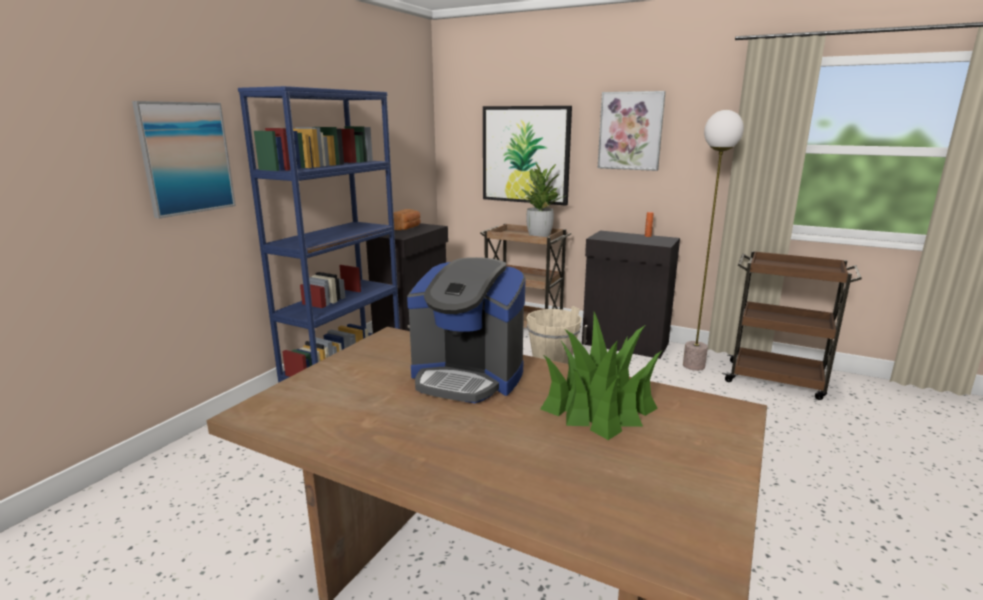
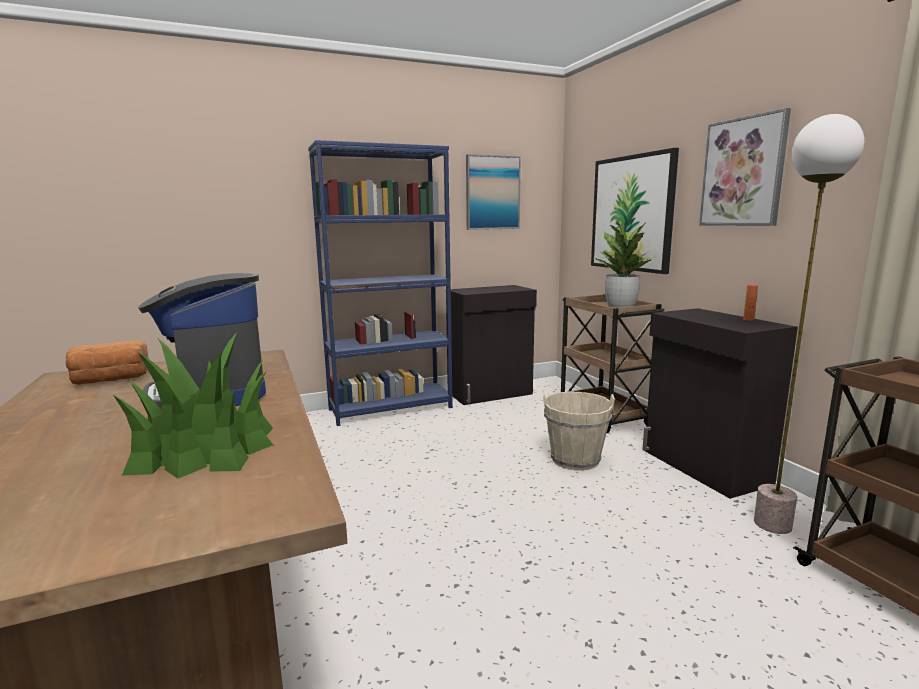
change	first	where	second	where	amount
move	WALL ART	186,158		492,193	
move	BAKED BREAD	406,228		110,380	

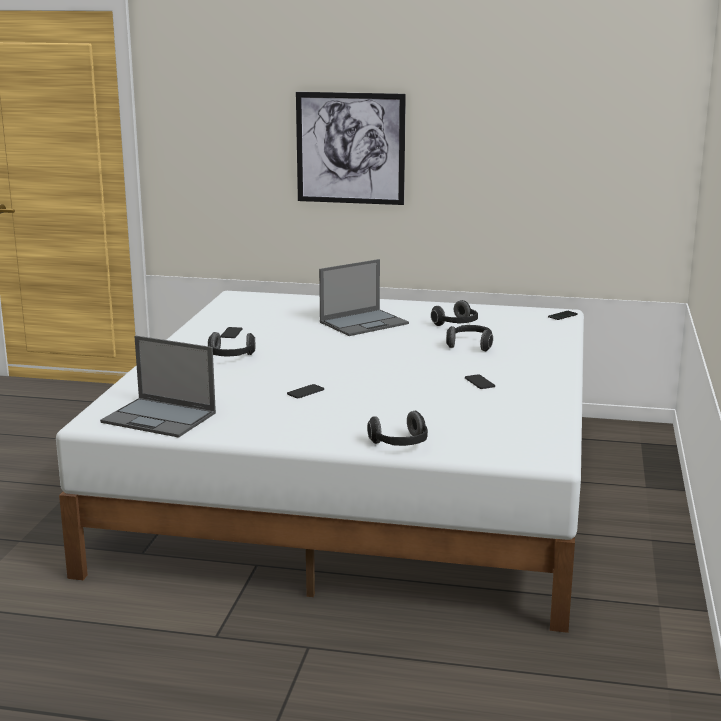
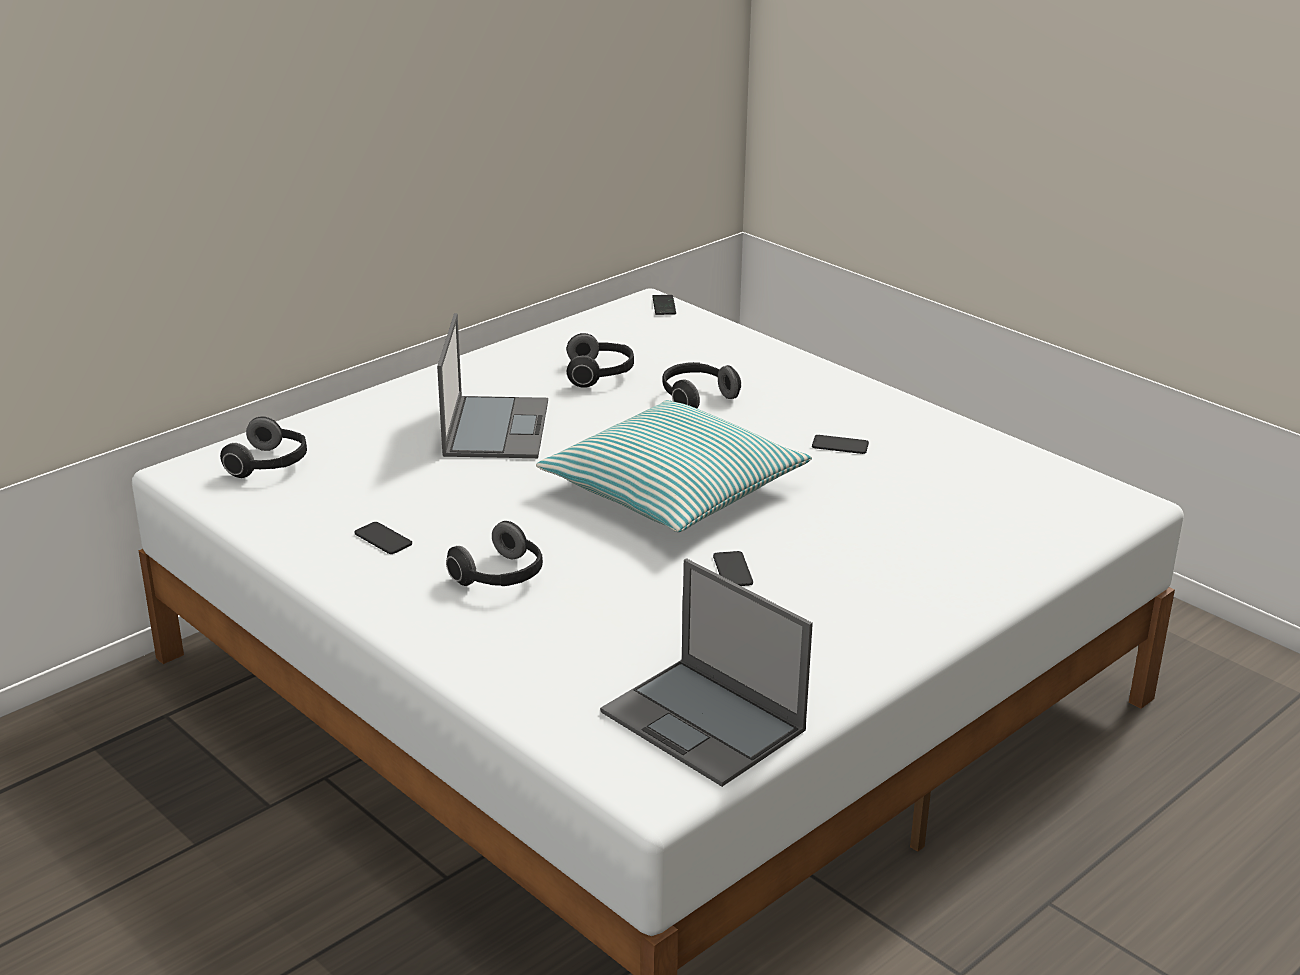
change	first	where	second	where	amount
delete	WALL ART	350,148			
insert			PILLOW	673,489	
move	HEADPHONES	400,444		270,465	
rotate	LAPTOP	160,418		705,722	75 degrees clockwise

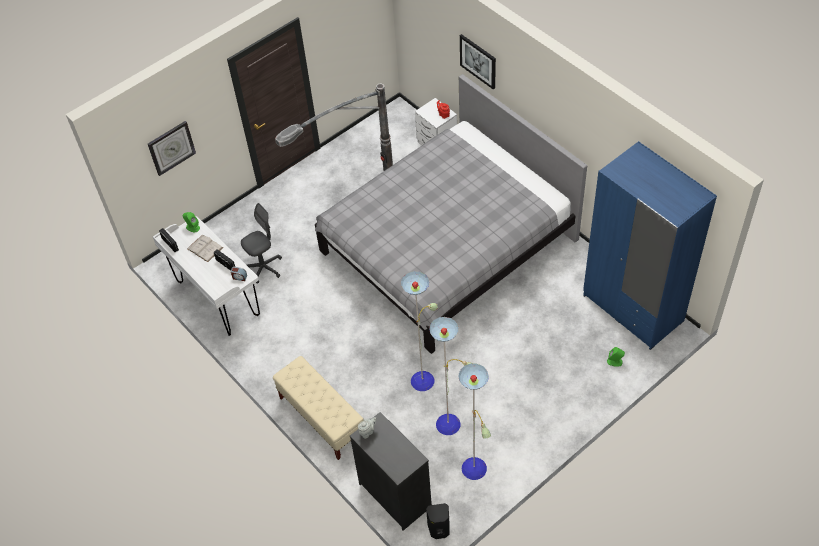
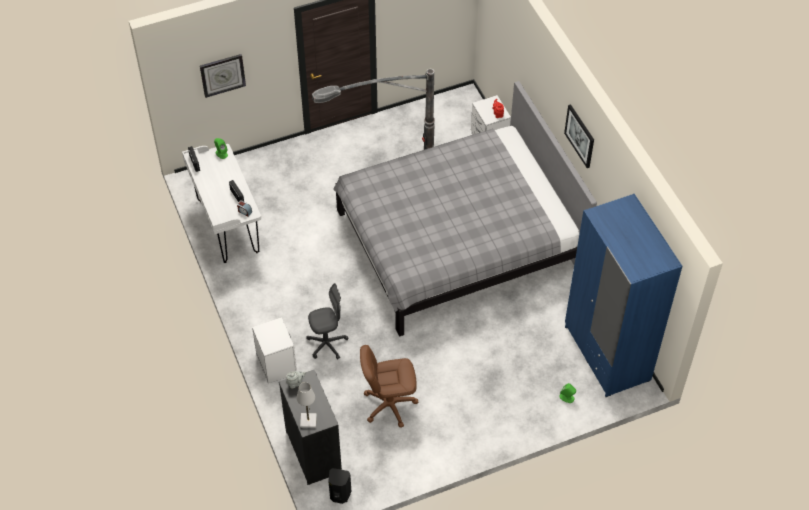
change	first	where	second	where	amount
delete	WHITISH BOUND BOOK	205,248			
insert			WHITISH TABLETOP LAMP	308,421	
move	GREY COMPUTER CHAIR	264,268		327,344	
move	WALL ART	478,61		580,136	
replace	BEIGE-COLOURED LONG SEAT	321,418	WHITISH NIGHTSTAND	276,363	
replace	STANDARD LAMP	450,423	BROWNISH COMPUTER CHAIR	389,405	

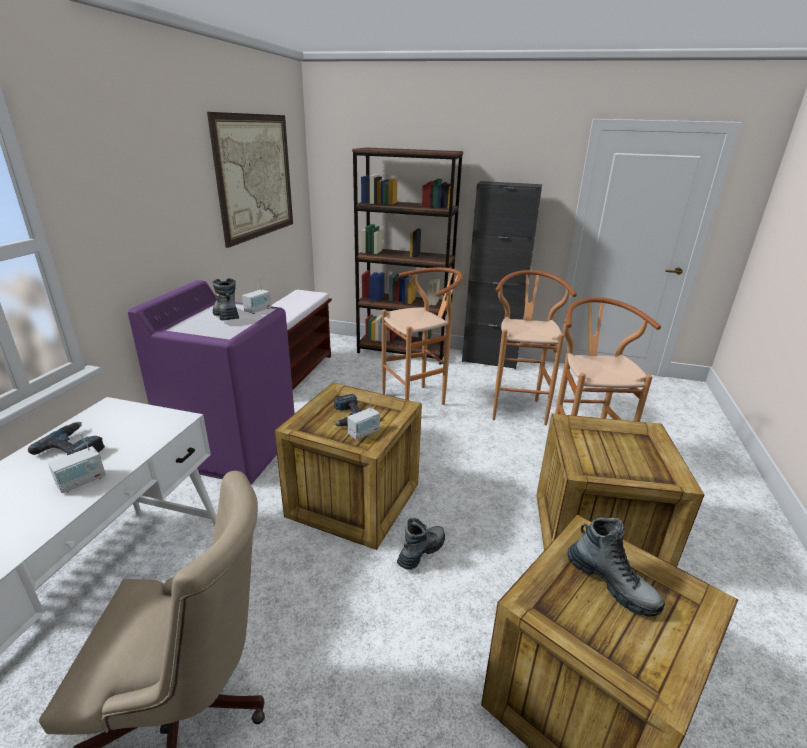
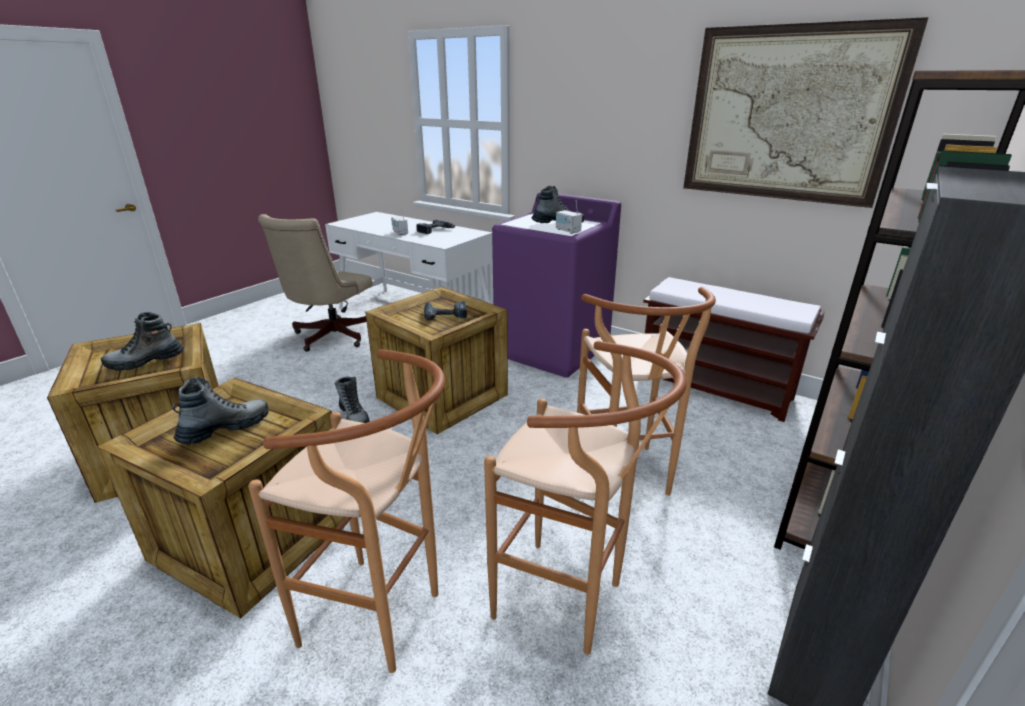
change	first	where	second	where	amount
delete	RADIO	364,433			
insert			TALL BOOT	225,429	

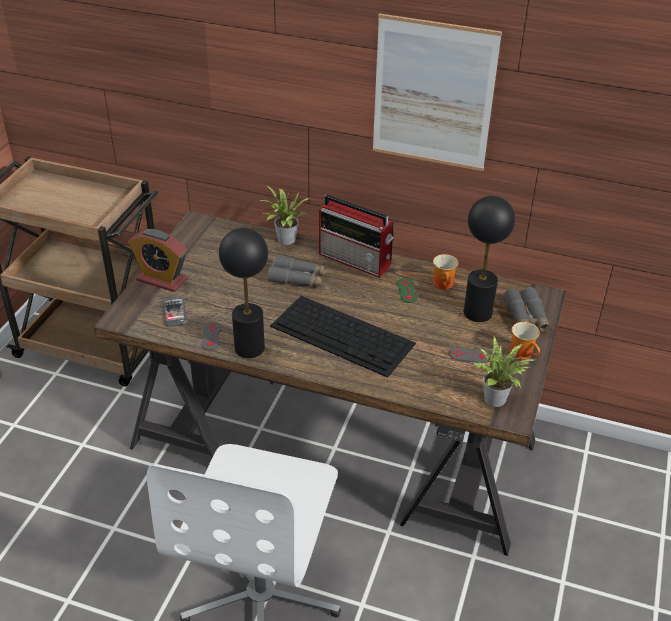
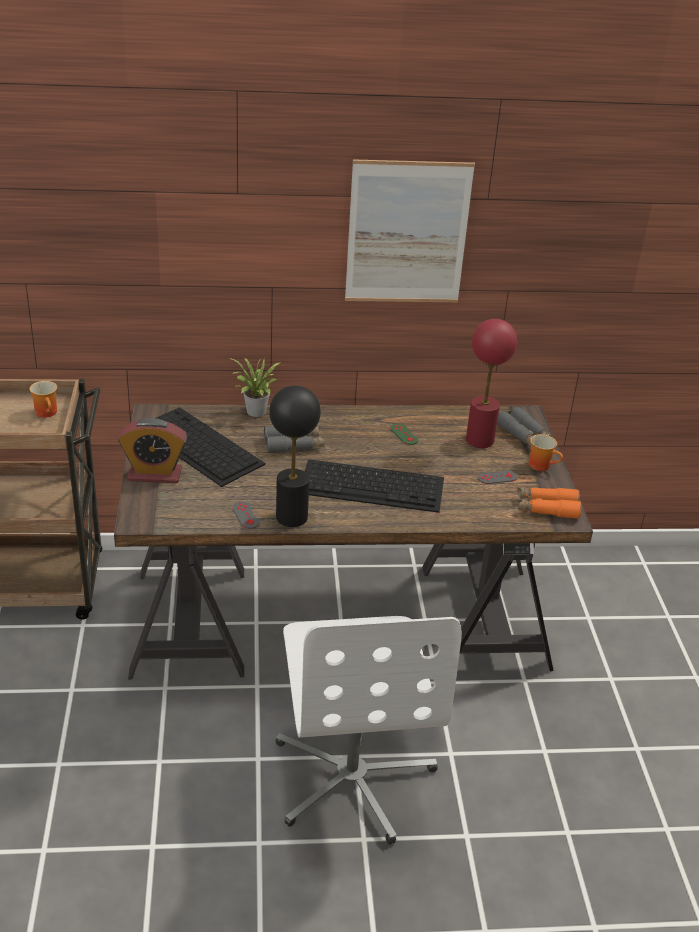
change	first	where	second	where	amount
delete	HANDSET	174,313			
delete	RADIO	356,260			
insert			COMPUTER KEYBOARD	198,445	
move	MUG	445,284		48,413	
replace	POTTED PLANT	498,400	ORANGEY BINOCULARS	546,508	
recolor	BLACKISH TABLETOP LAMP	477,312	RED TABLETOP LAMP	479,440	

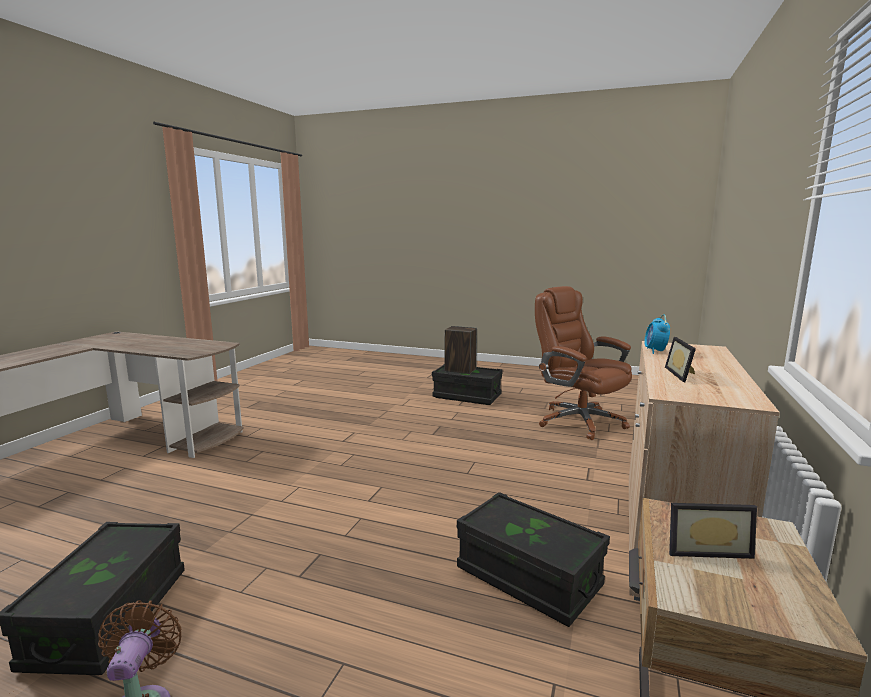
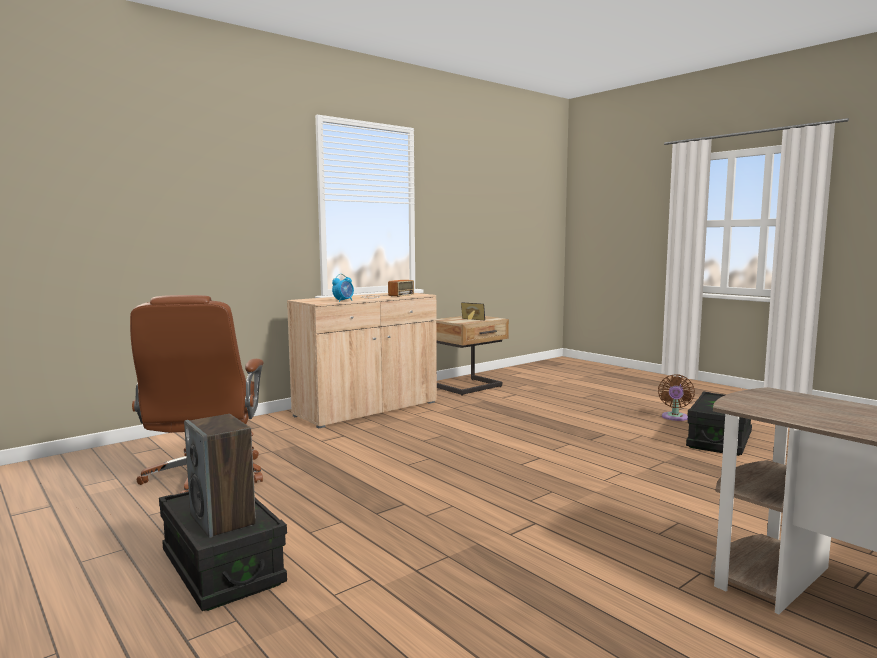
change	first	where	second	where	amount
delete	BLACKISH STORAGE CONTAINER	528,578			
replace	PICTURE FRAME	683,375	RADIO	385,296	

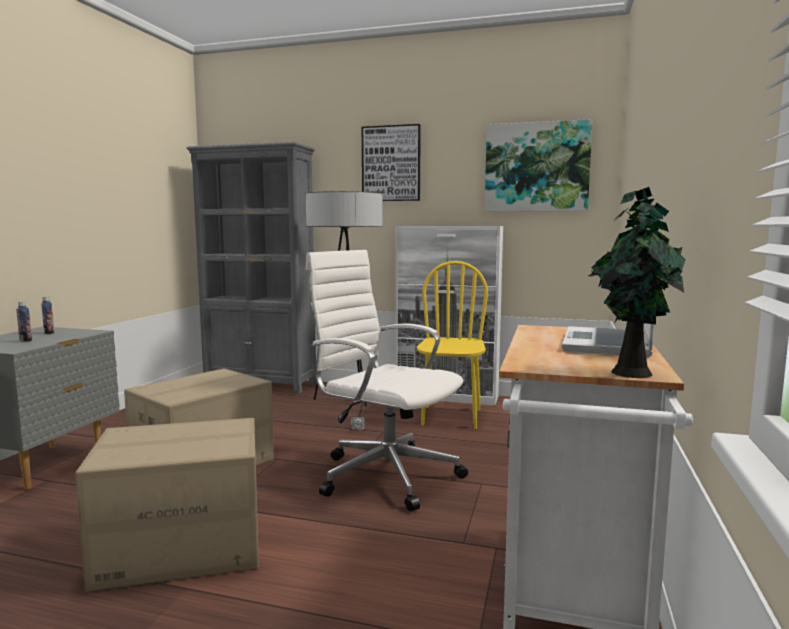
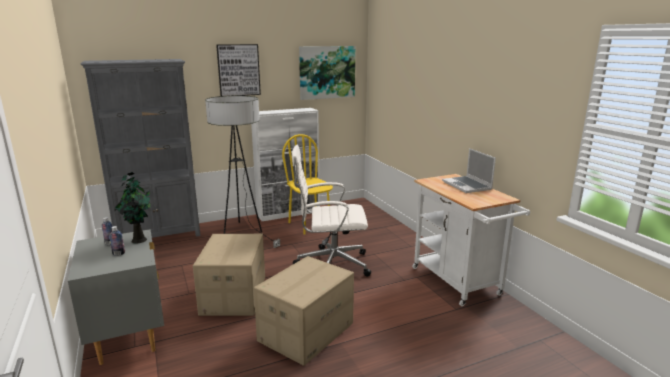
change	first	where	second	where	amount
move	POTTED PLANT	629,372		138,239	

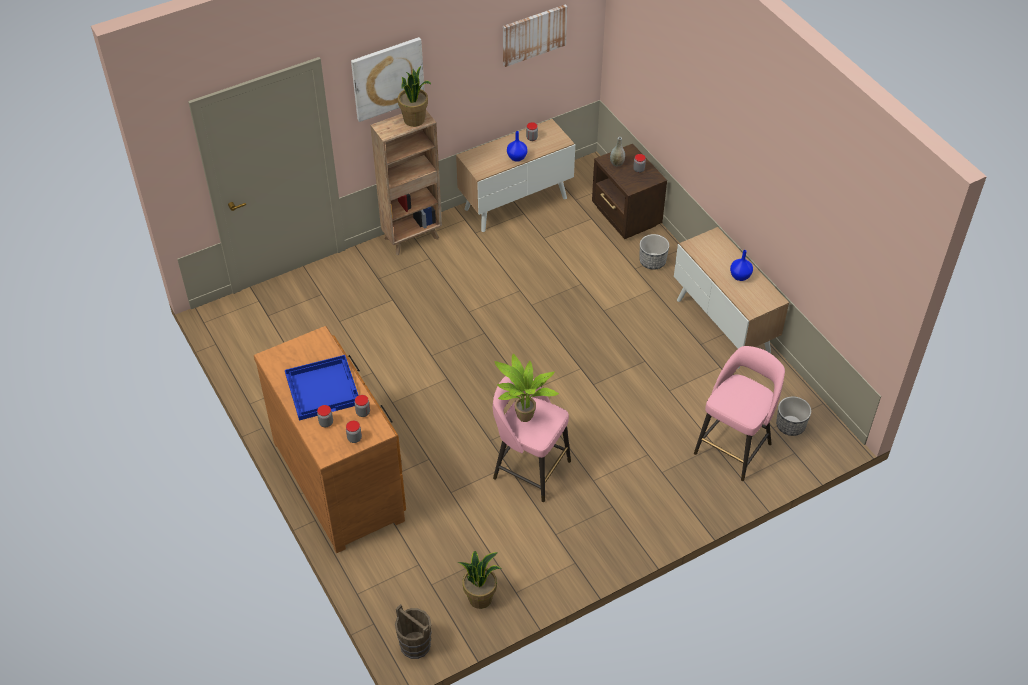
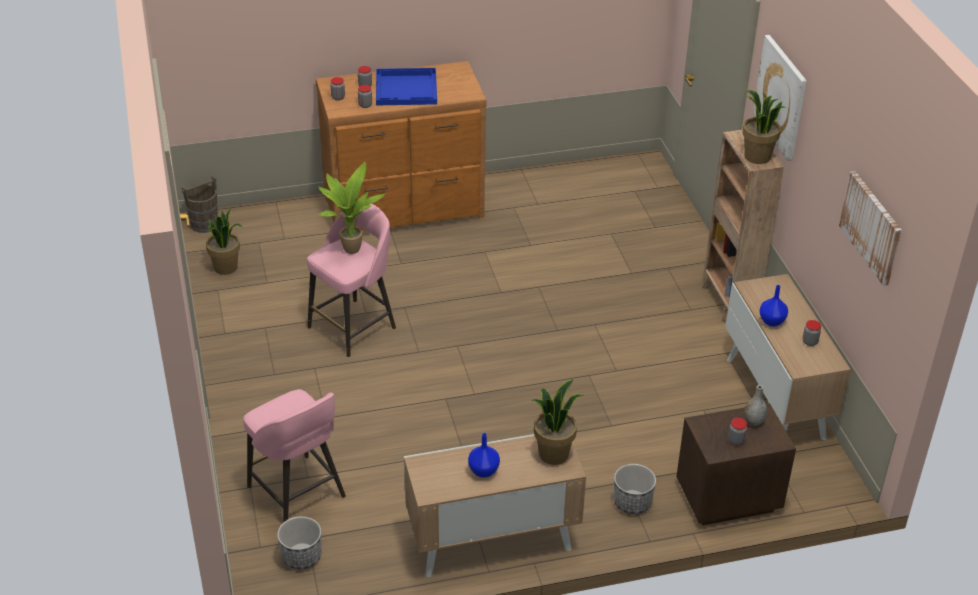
change	first	where	second	where	amount
insert			POTTED PLANT	553,453	

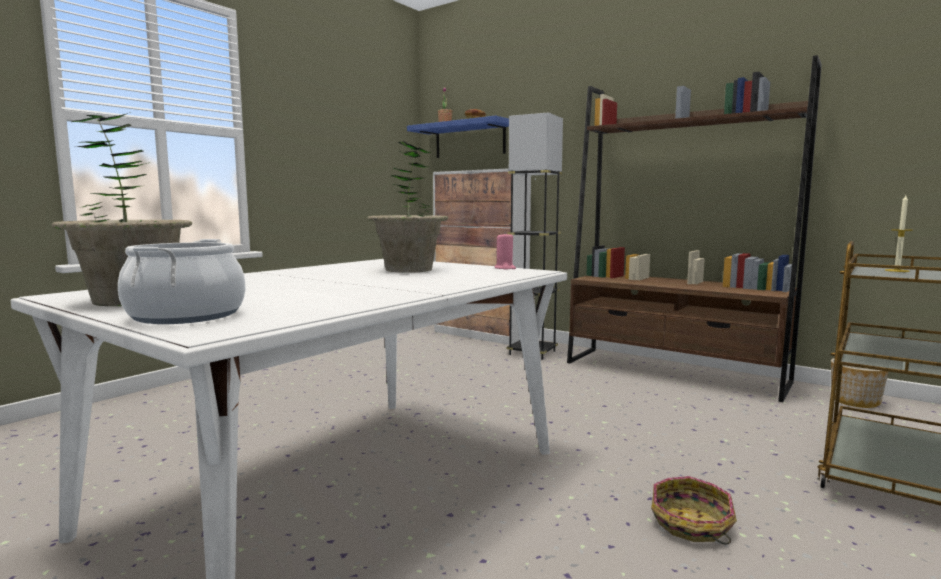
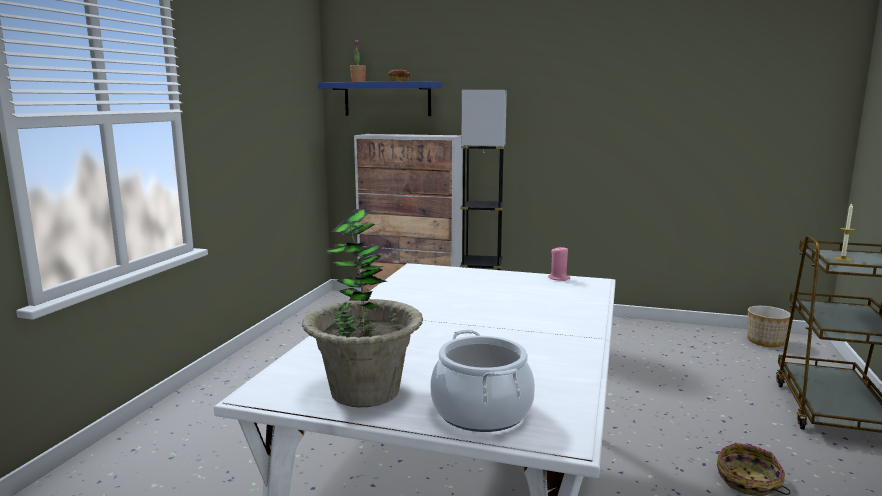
change	first	where	second	where	amount
delete	POTTED PLANT	409,270			
delete	BROWNISH BOOKSHELF	674,372			

